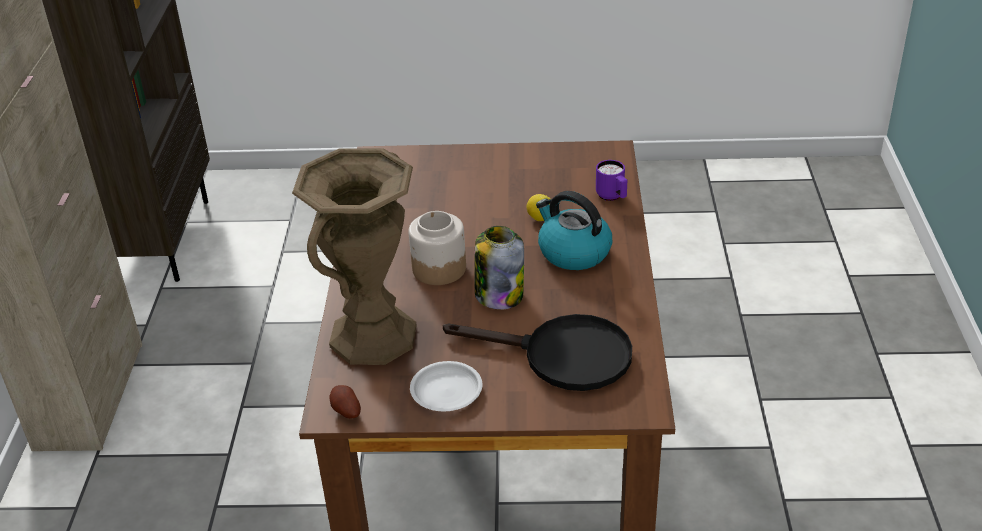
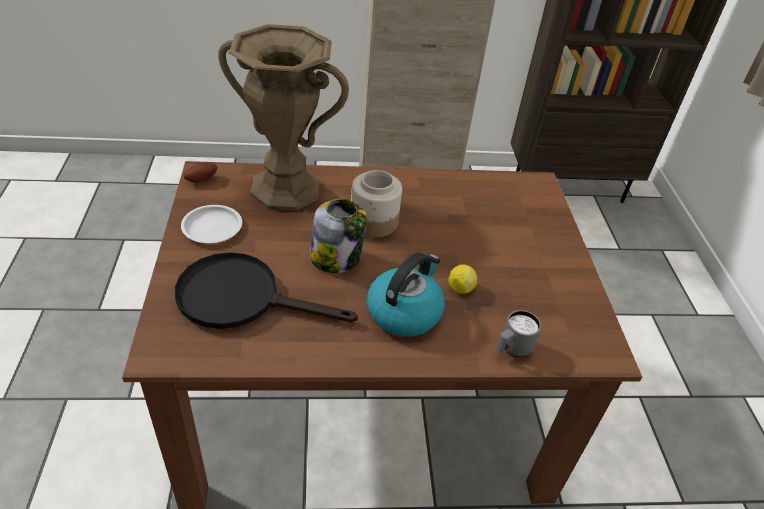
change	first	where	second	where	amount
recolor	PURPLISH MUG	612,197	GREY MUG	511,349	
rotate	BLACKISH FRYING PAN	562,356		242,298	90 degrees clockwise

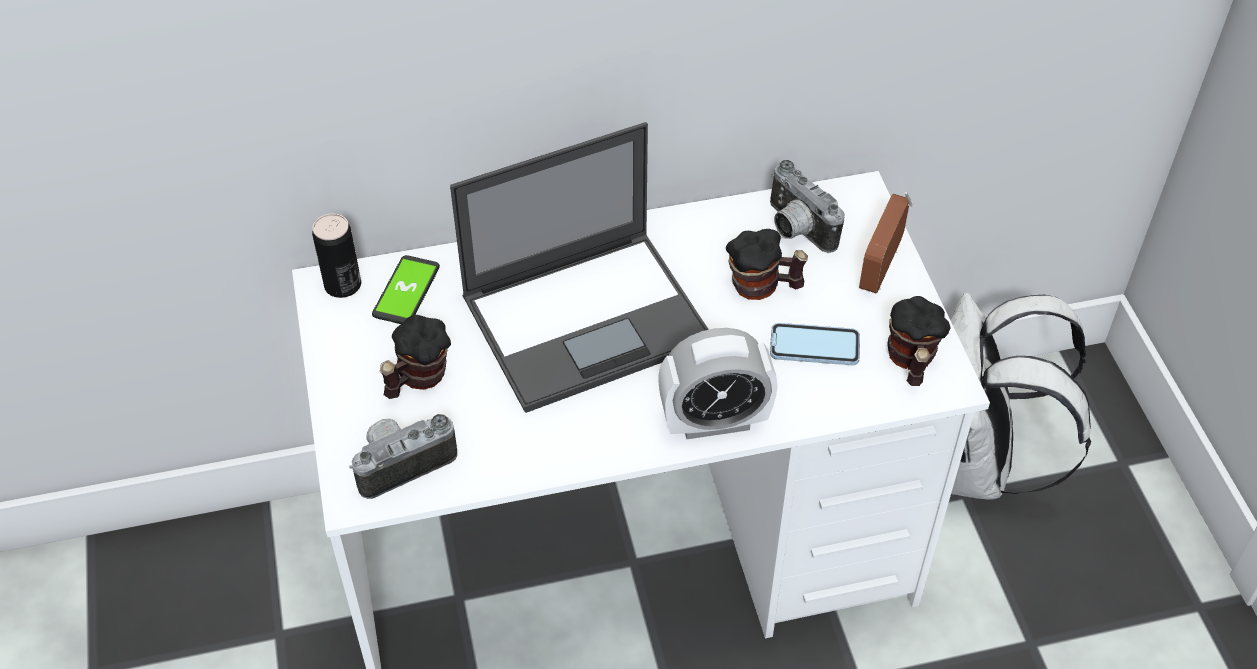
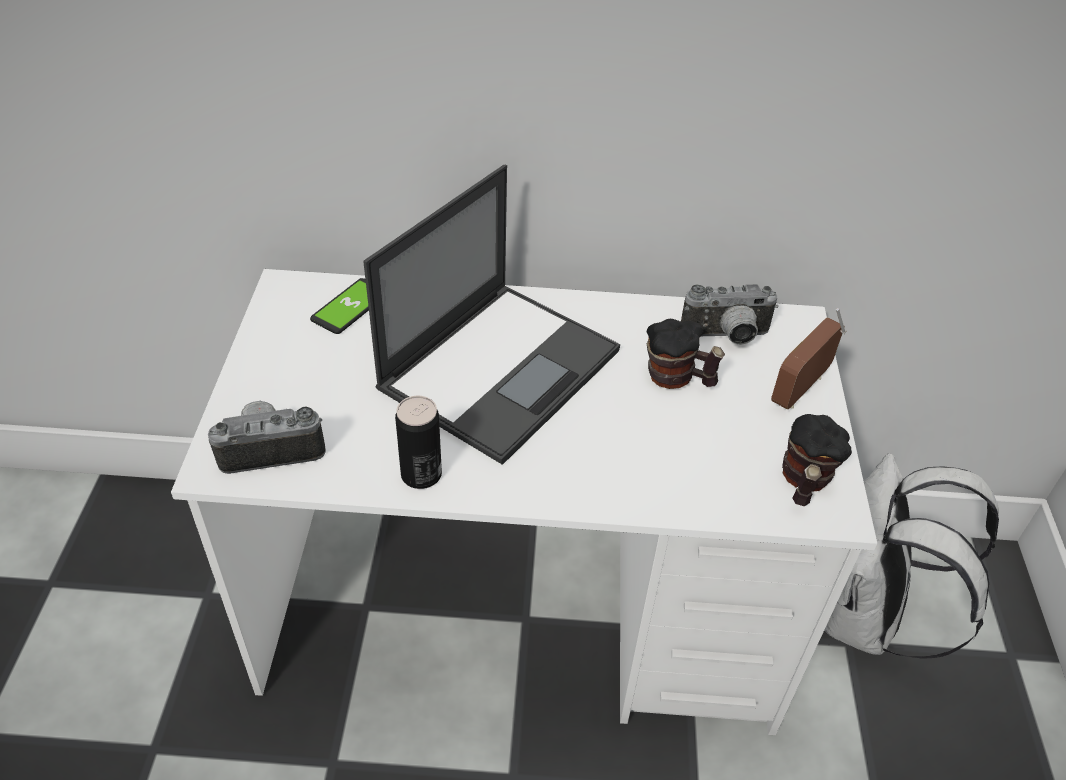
change	first	where	second	where	amount
delete	MUG	417,379			
delete	TABLE CLOCK	714,421			
delete	HANDSET	814,346			
move	METAL CAN	343,285		421,474	
rotate	LAPTOP	589,319		501,367	45 degrees counterclockwise
rotate	STILL CAMERA	795,229		726,337	75 degrees counterclockwise

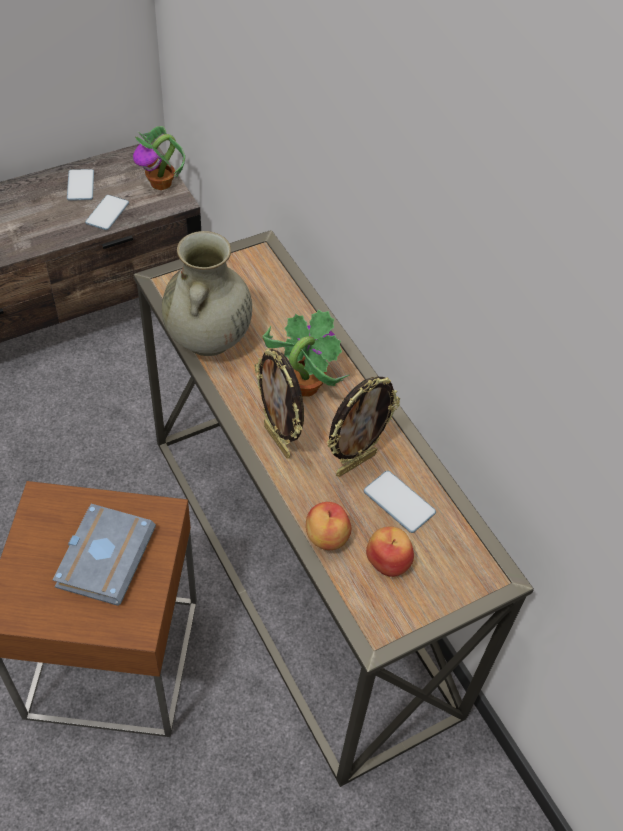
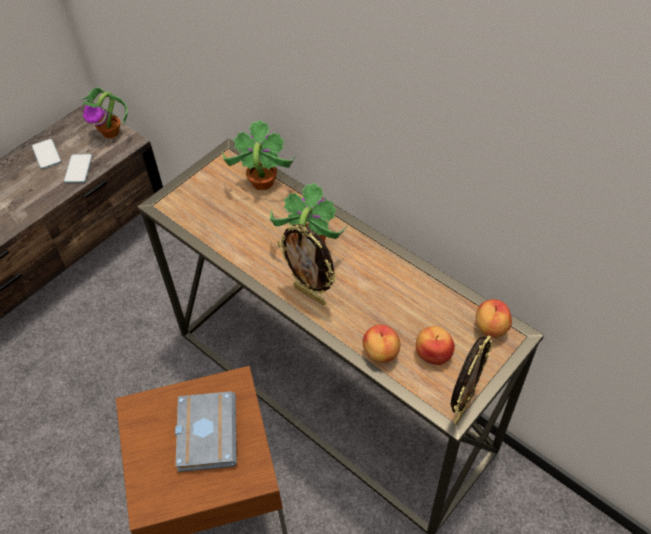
change	first	where	second	where	amount
delete	BEIGE-COLOURED VASE	208,339			
delete	HANDSET	399,502			
insert			POTTED PLANT	262,182	
insert			APPLE FRUIT	490,328	
move	PICTURE FRAME	355,463		462,407	

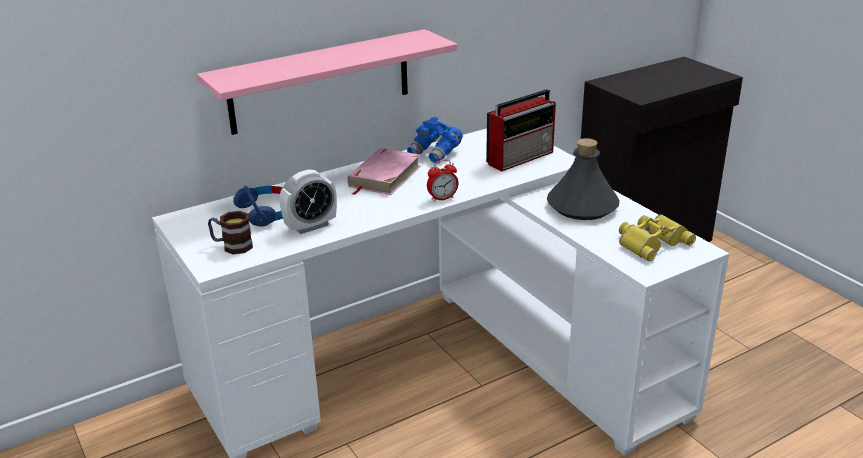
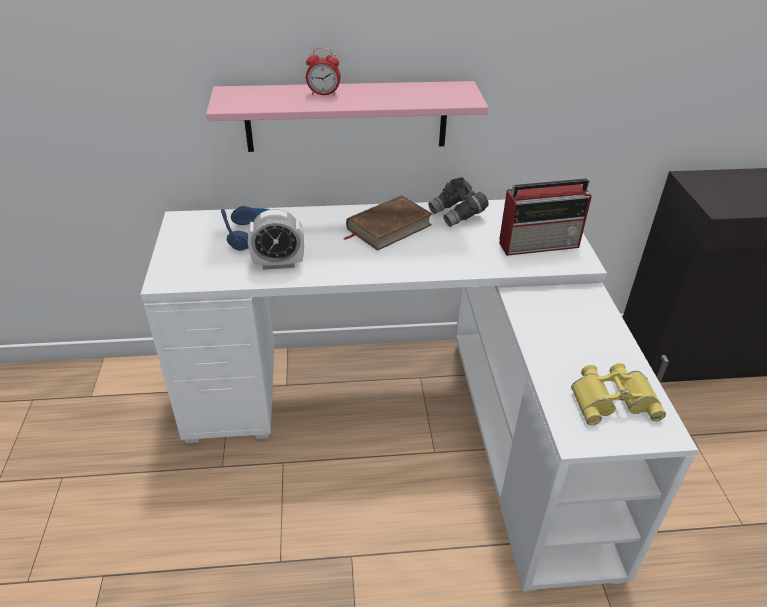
change	first	where	second	where	amount
delete	MUG	232,246			
delete	GREY DRINK BOTTLE	581,206			
move	TABLE CLOCK	442,198		324,94	
recolor	PINK BOUND BOOK	384,176	BROWNISH BOUND BOOK	388,227	
recolor	BLUE-COLOURED BINOCULARS	435,153	GREY BINOCULARS	457,214	

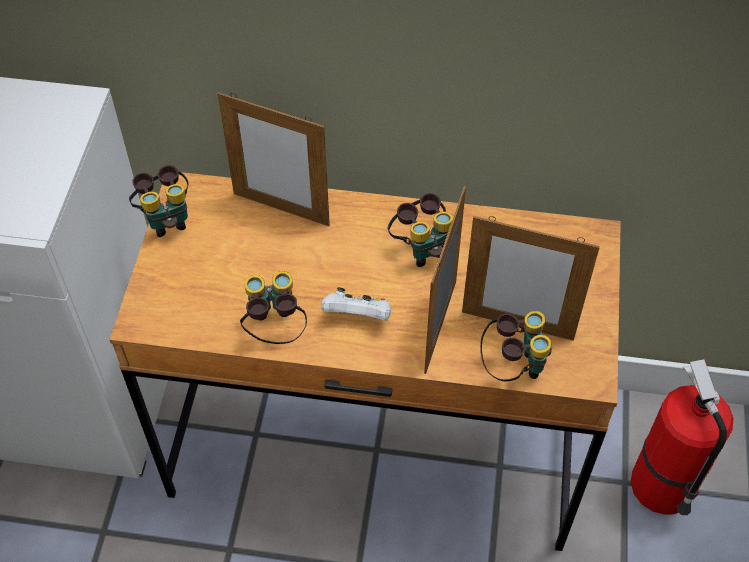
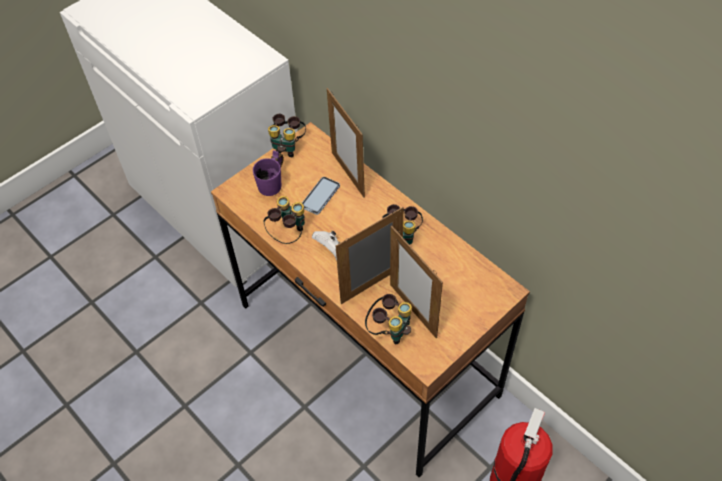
change	first	where	second	where	amount
insert			PURPLISH MUG	275,185	
insert			HANDSET	320,196	

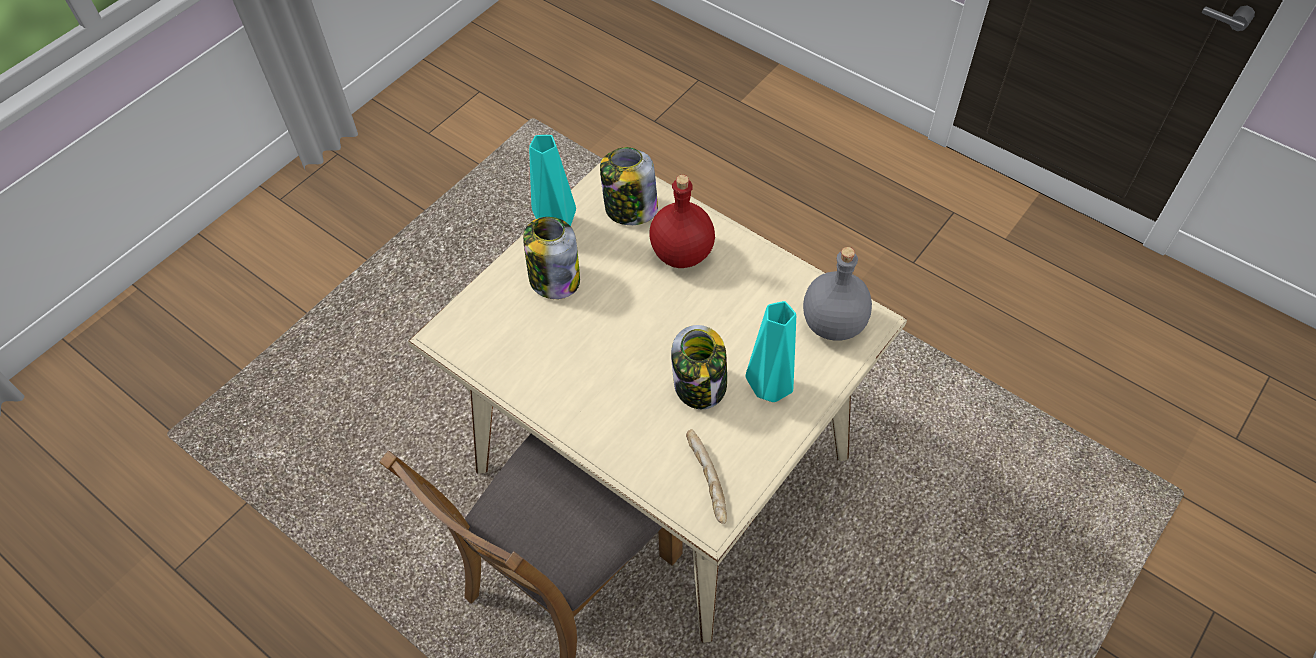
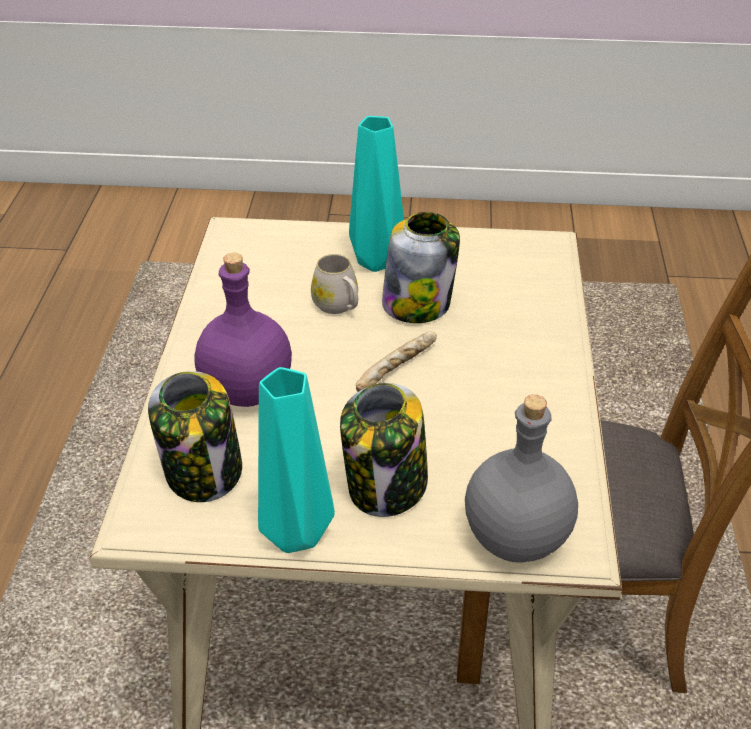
change	first	where	second	where	amount
insert			WHITISH MUG	338,306	
move	BAKED BREAD	705,481		397,371	
move	GREY DRINK BOTTLE	832,323		516,540	
recolor	RED DRINK BOTTLE	682,254	PURPLISH DRINK BOTTLE	248,390	

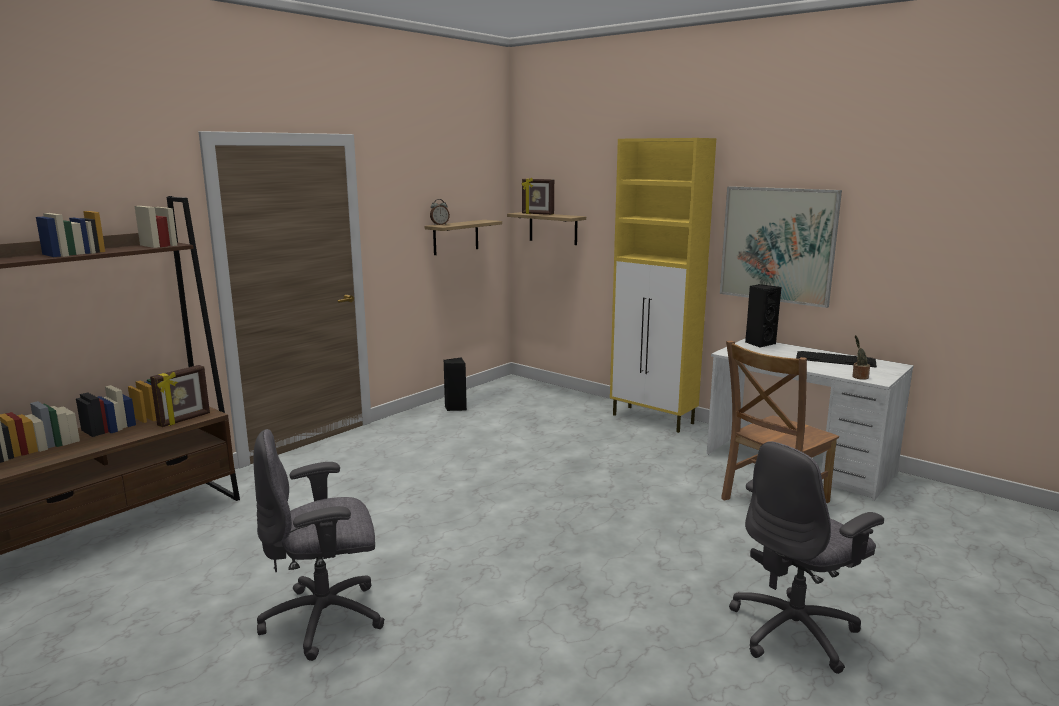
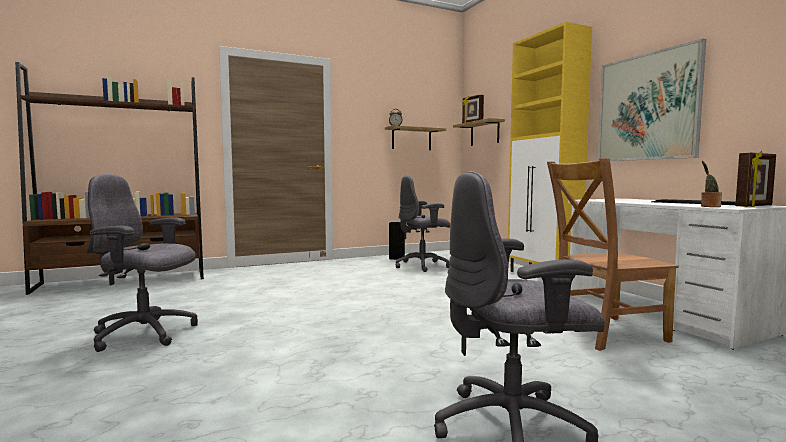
change	first	where	second	where	amount
delete	BLACKISH LOUDSPEAKER	759,343			
insert			GREY COMPUTER CHAIR	423,266	
move	PICTURE FRAME	184,420		755,206	

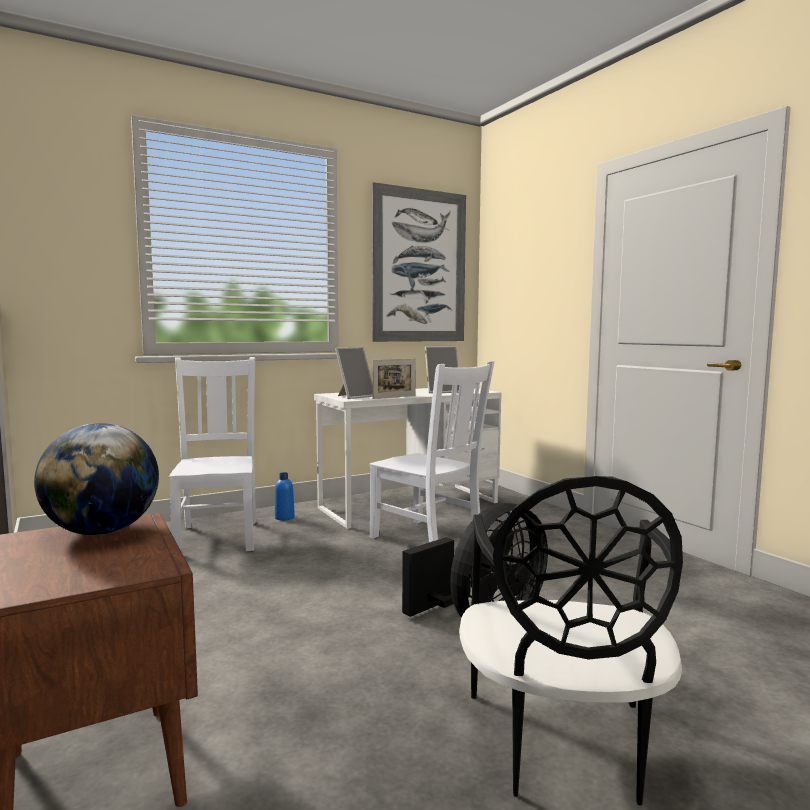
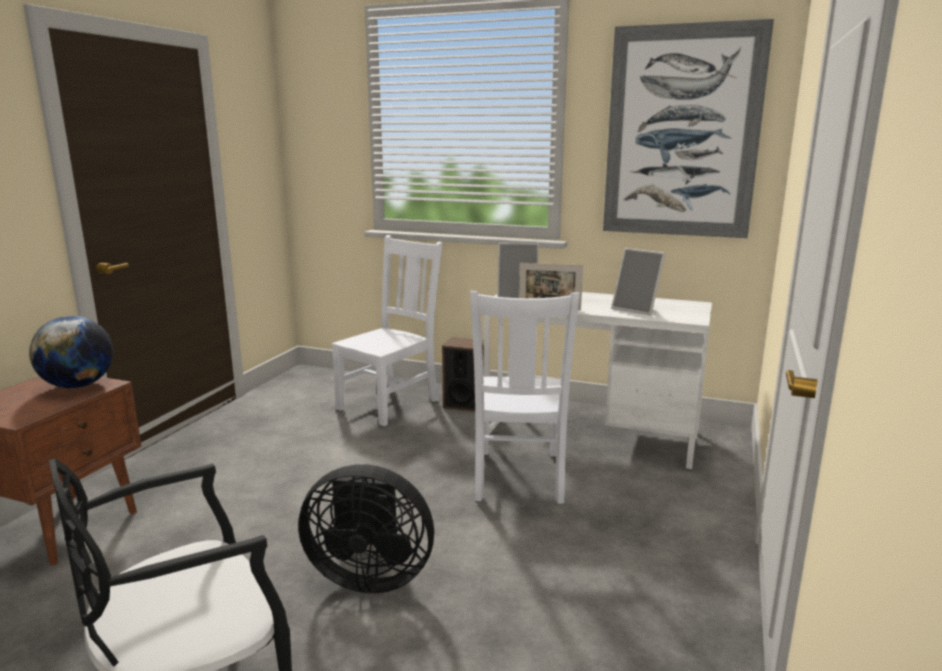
change	first	where	second	where	amount
replace	BLUE-COLOURED DRINK BOTTLE	284,517	LOUDSPEAKER	464,404	

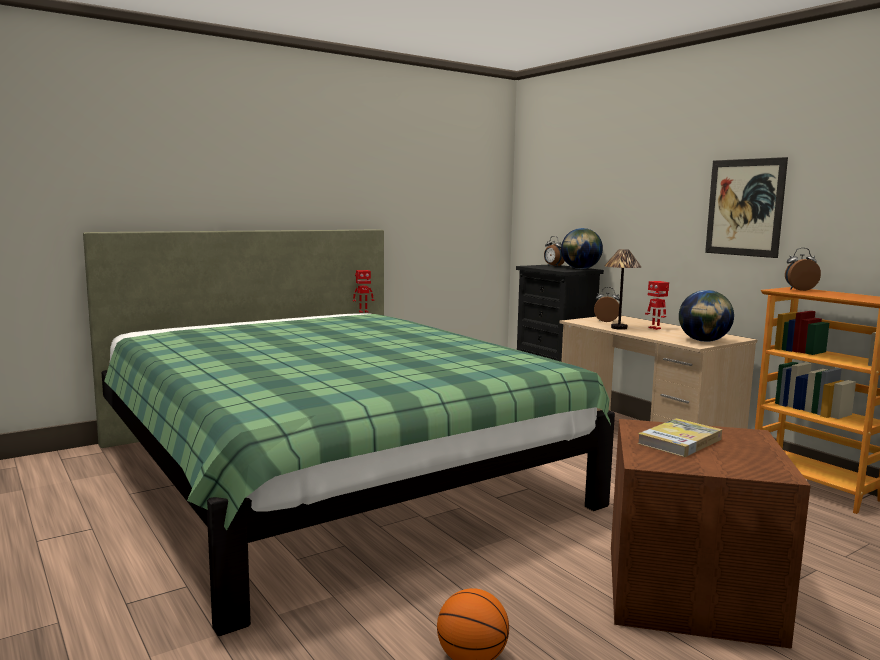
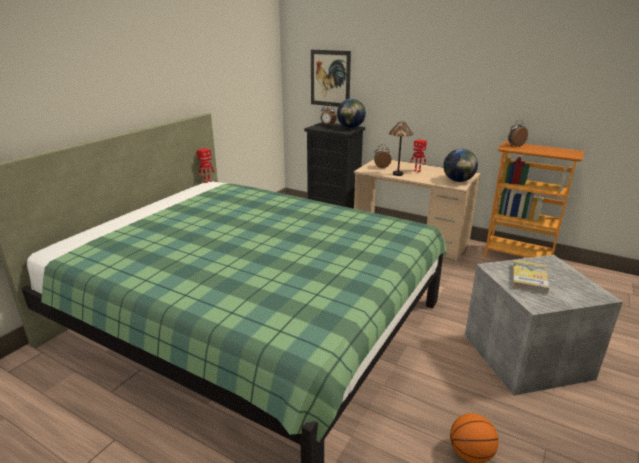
change	first	where	second	where	amount
move	WALL ART	744,207		330,78	
recolor	BROWNISH STORAGE CONTAINER	687,592	GREY STORAGE CONTAINER	525,357	

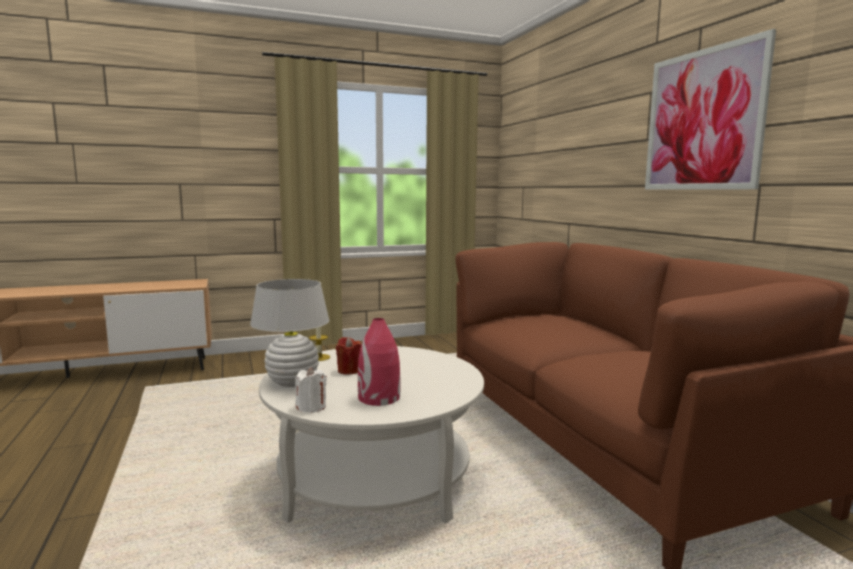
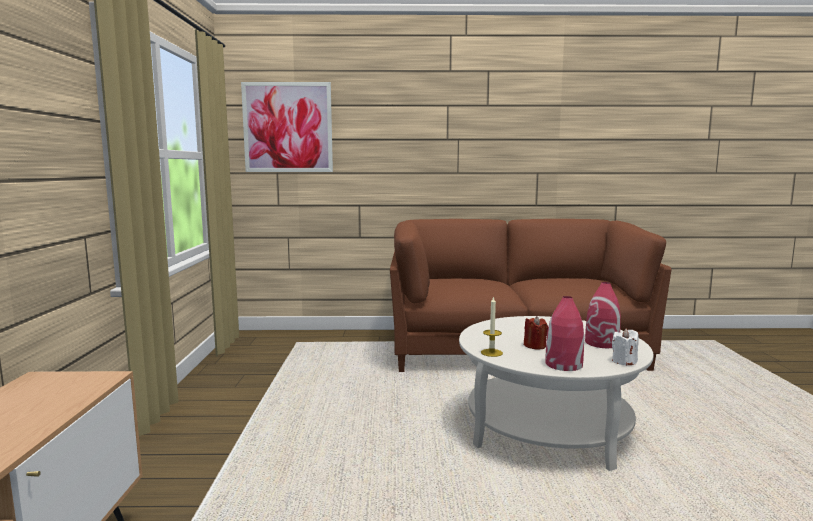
change	first	where	second	where	amount
move	WALL ART	703,120		288,127	
replace	WHITISH TABLETOP LAMP	292,382	RED VASE	563,364	

